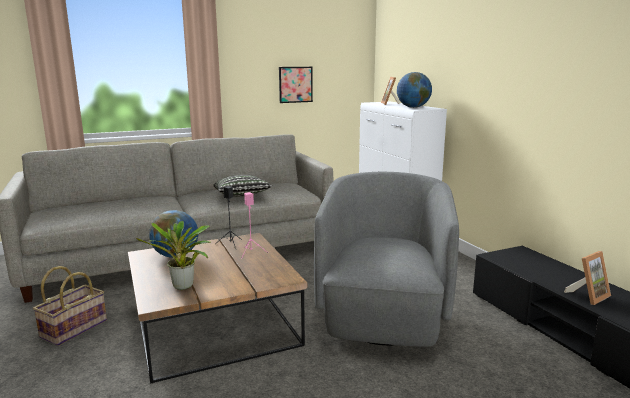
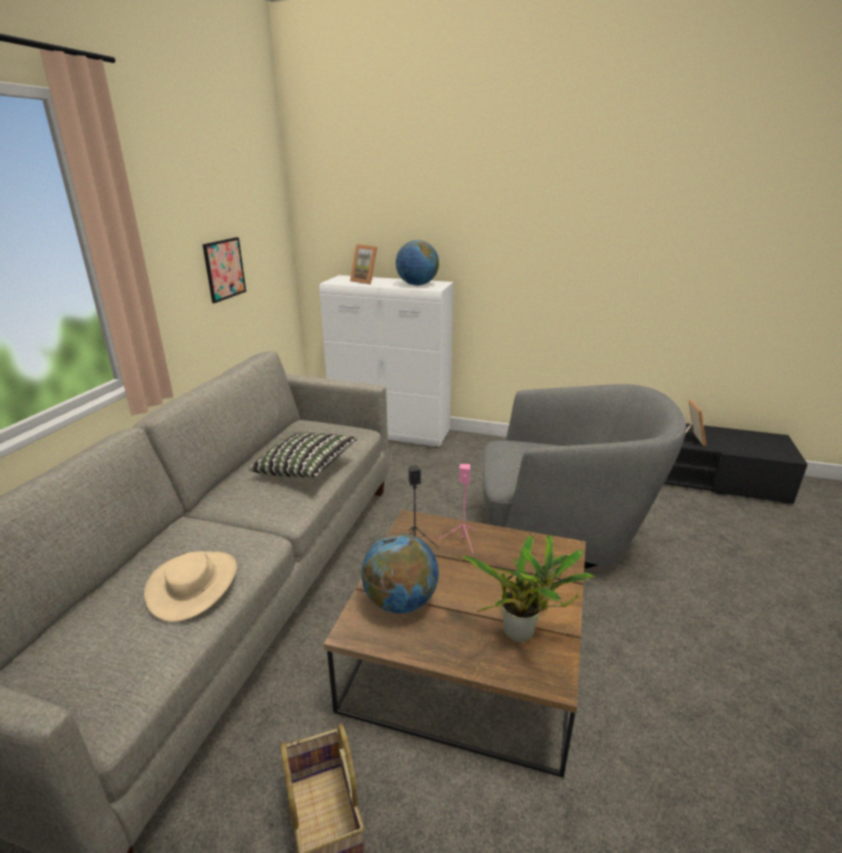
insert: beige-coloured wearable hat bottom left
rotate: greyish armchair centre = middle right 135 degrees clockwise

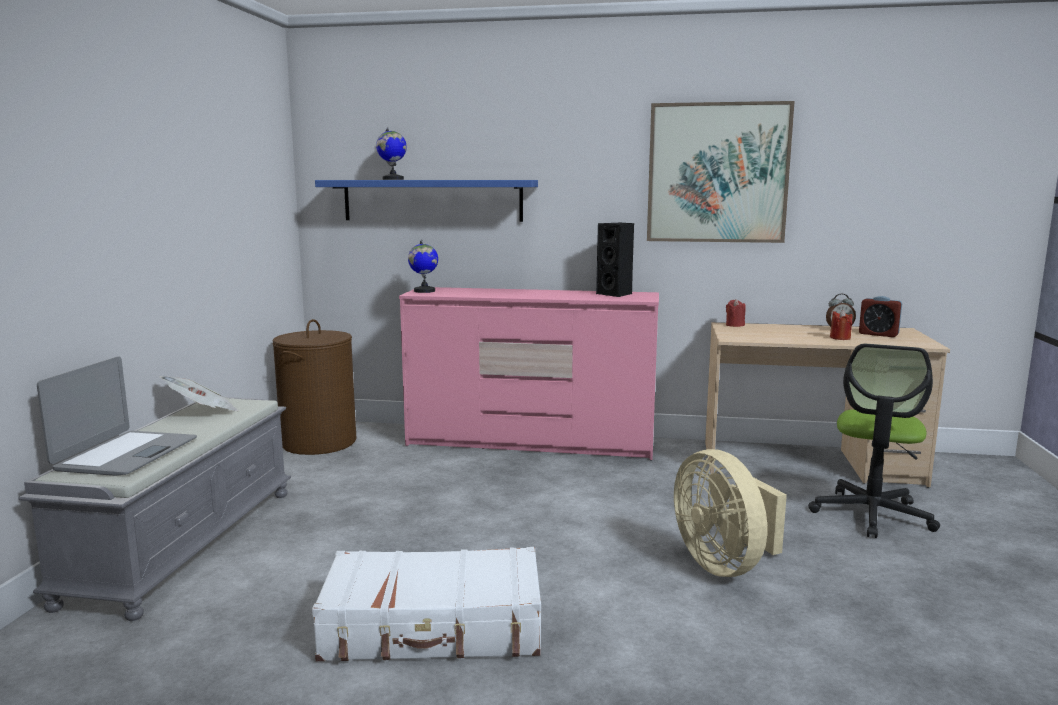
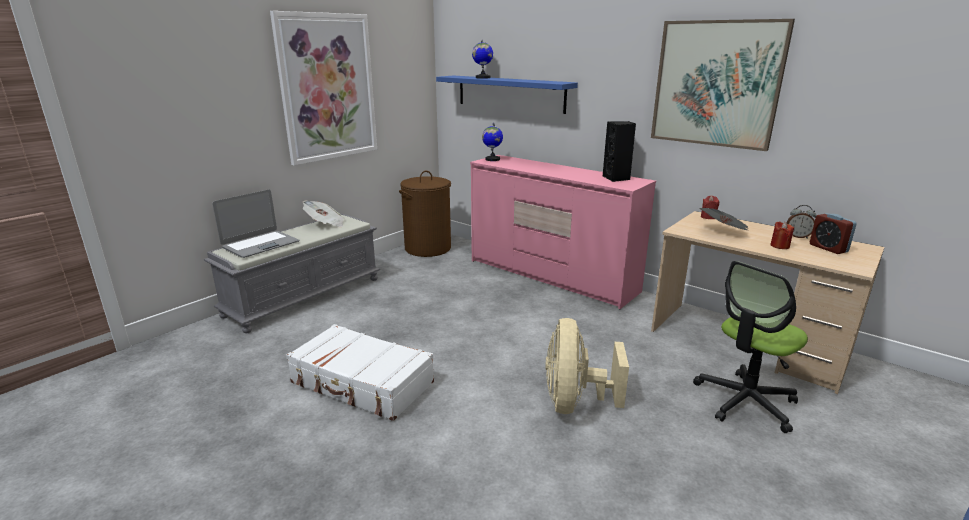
insert: wall picture (1st from left) top centre; newspaper (2nd from left) middle right

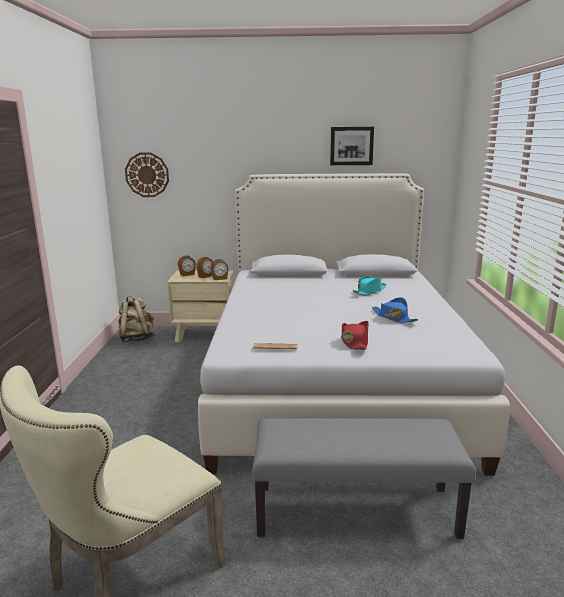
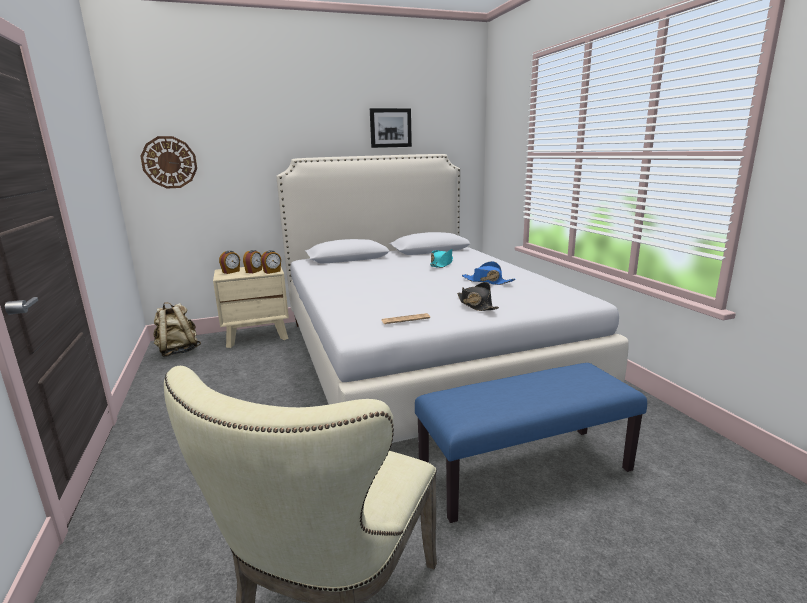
recolor: greyish long seat bottom centre to bluish long seat bottom centre; red-coloured wearable hat centre to blackish wearable hat centre

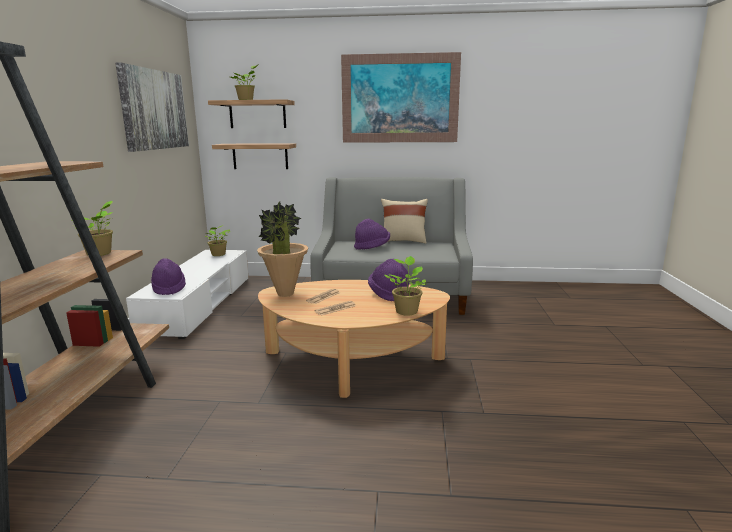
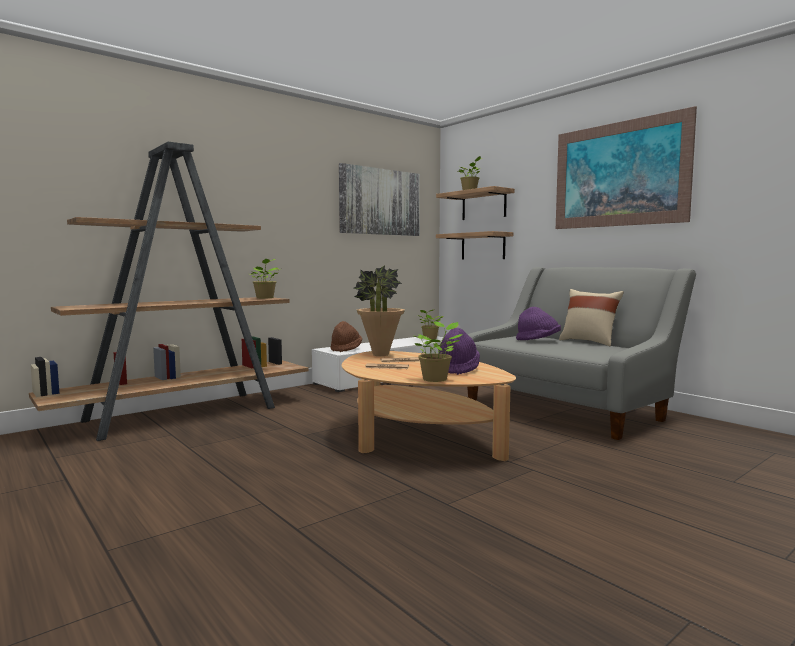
recolor: purple-coloured wearable hat (1st from left) middle left to brown wearable hat centre

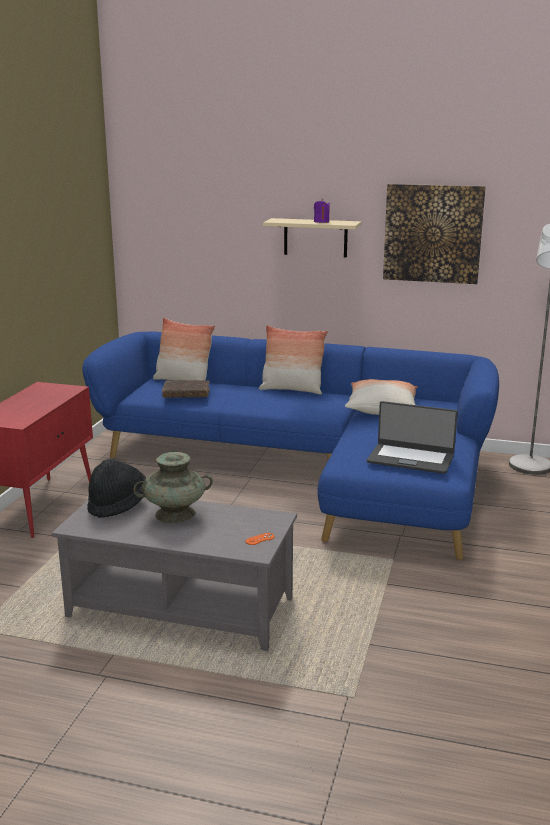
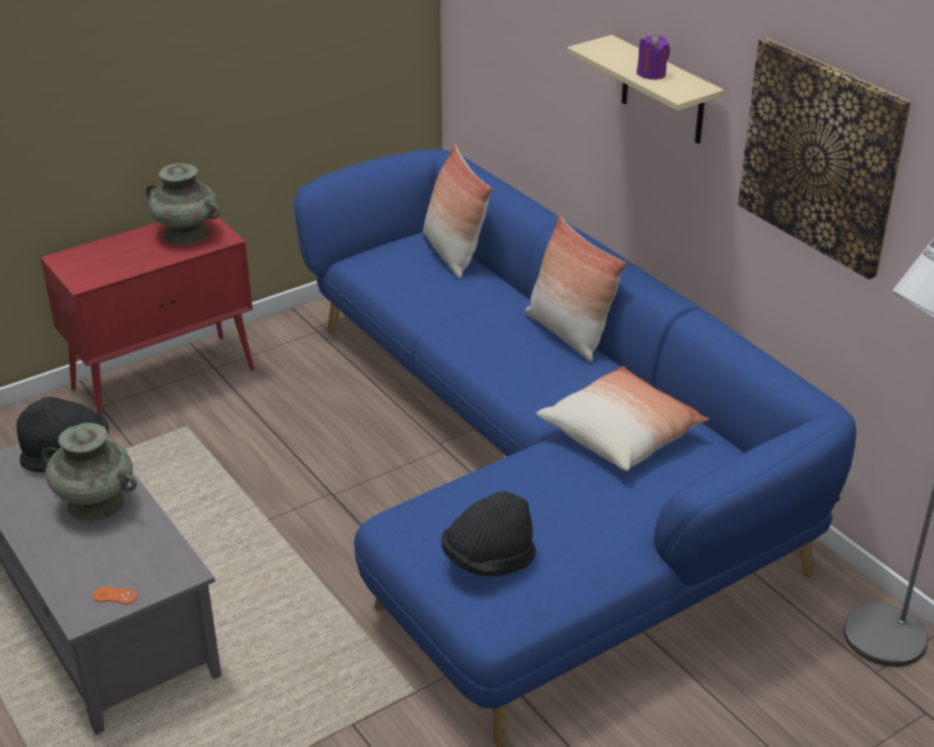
delete: brown book centre
insert: turquoise flower vase (2nd from left) top left
replace: laptop middle right to blackish wearable hat (2nd from left) bottom centre

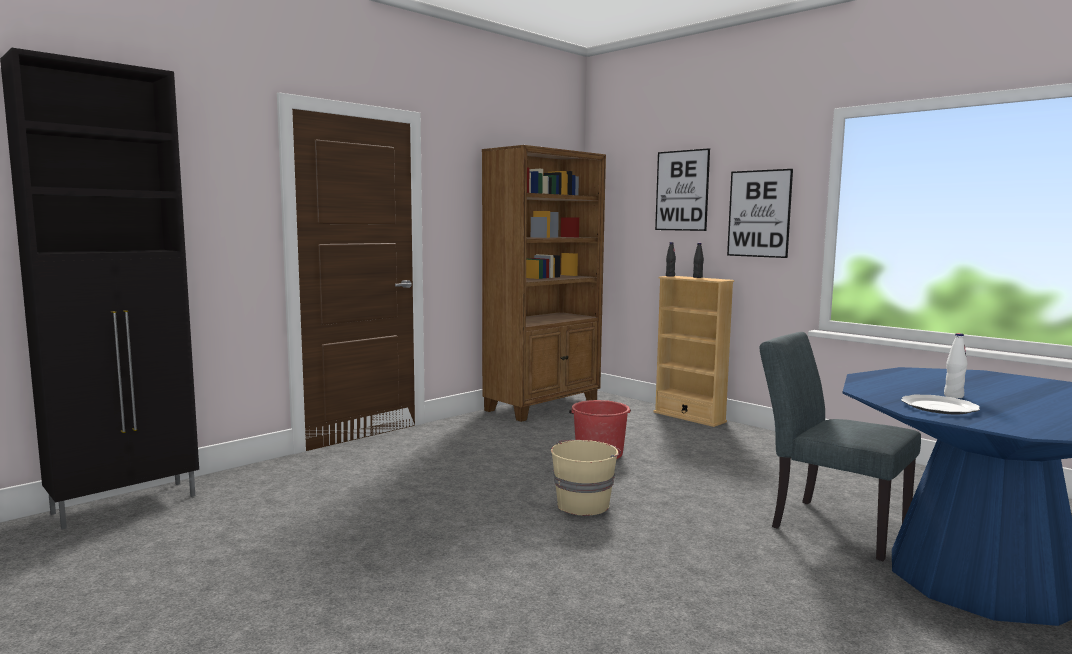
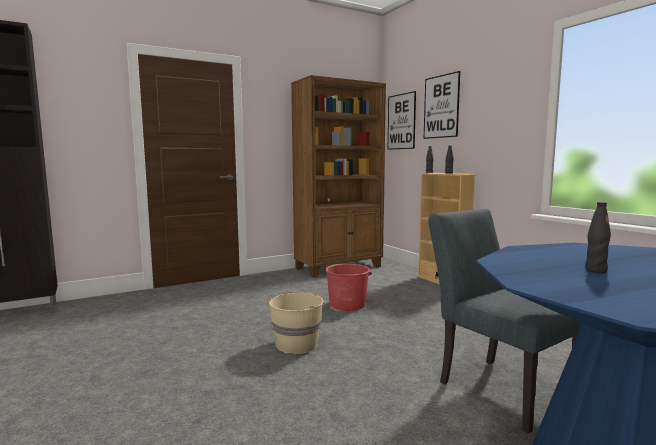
delete: plate middle right
move: wall picture (2nd from left in the first image) top right to wall picture (1st from left) top centre
recolor: whitish beverage bottle middle right to blackish beverage bottle (3rd from left) middle right

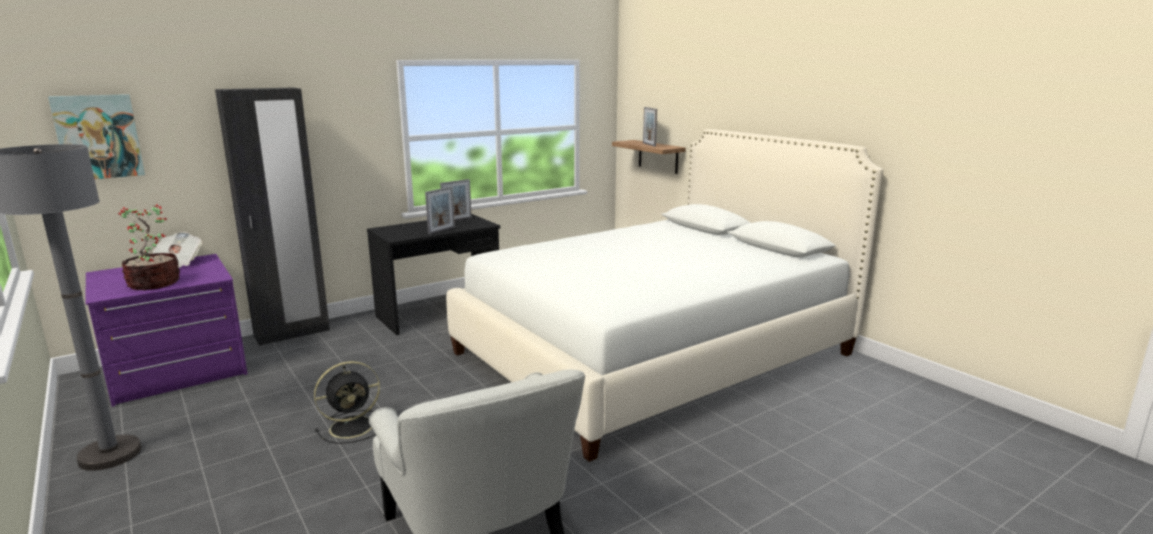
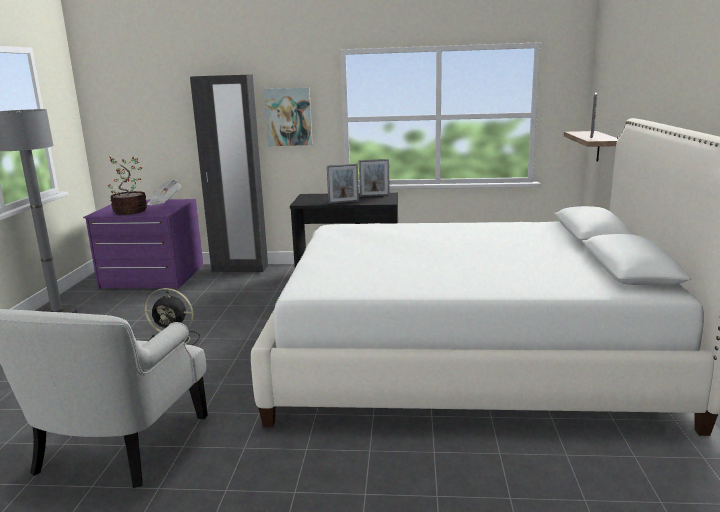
move: wall picture top left to top centre

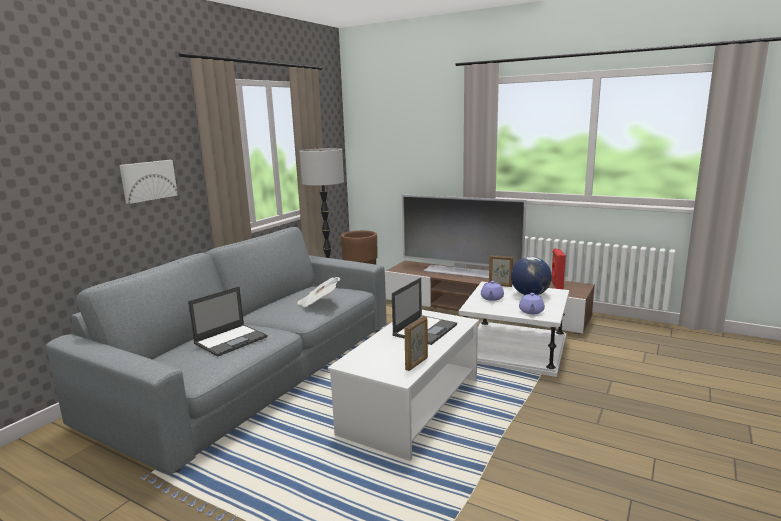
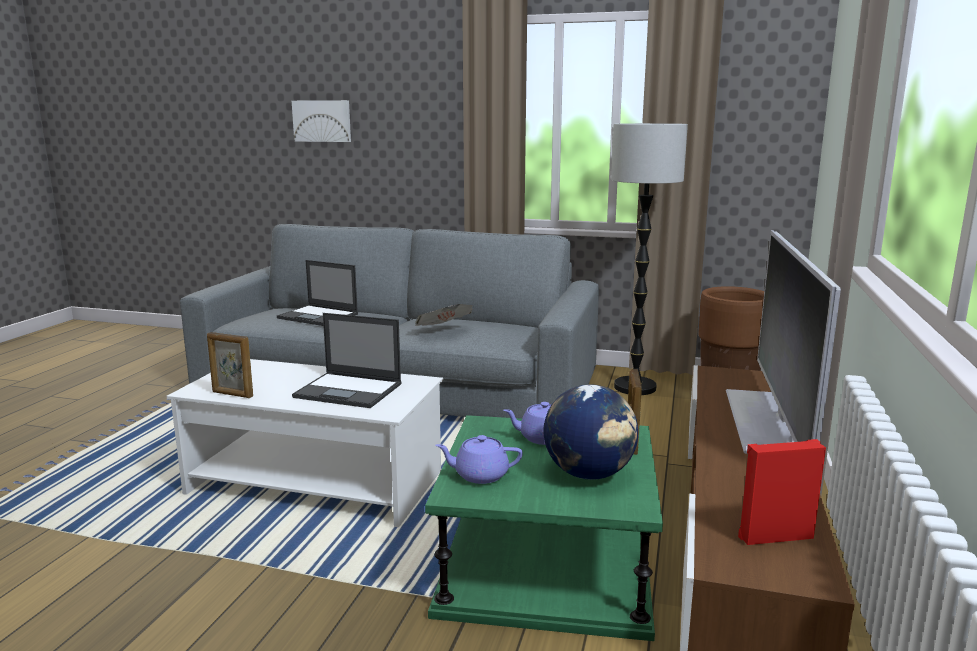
move: wall picture middle left to top left
recolor: whitish side table centre to green side table bottom centre

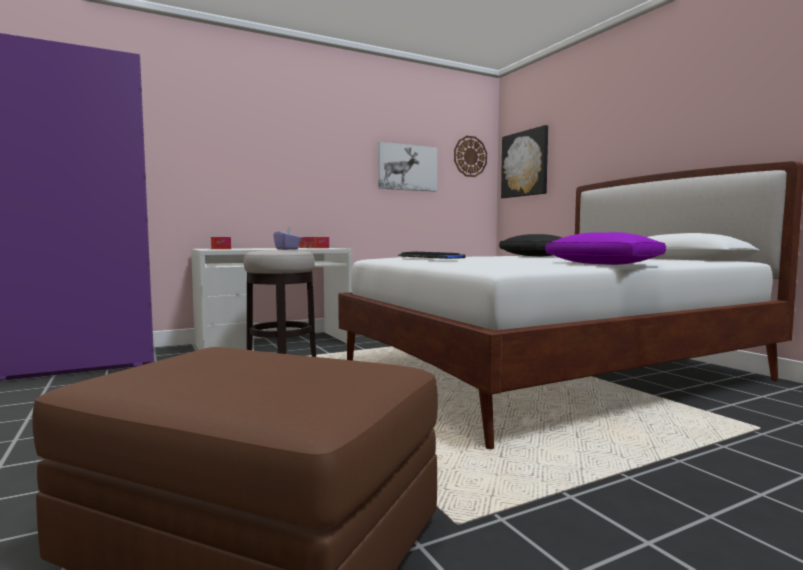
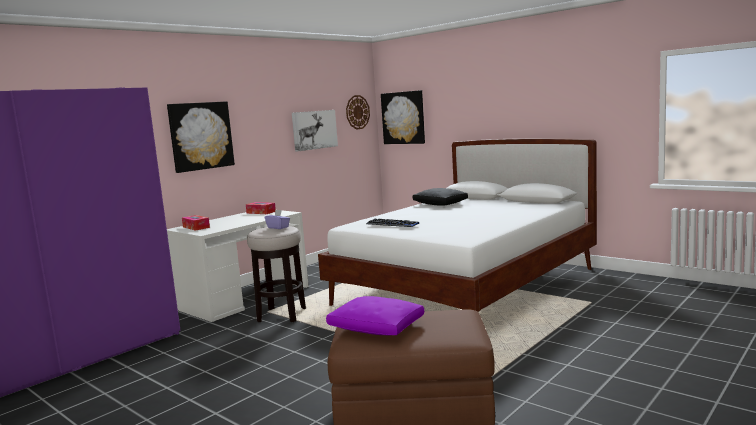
insert: wall picture (1st from left) top left
move: purple-coloured throw pillow middle right to bottom centre

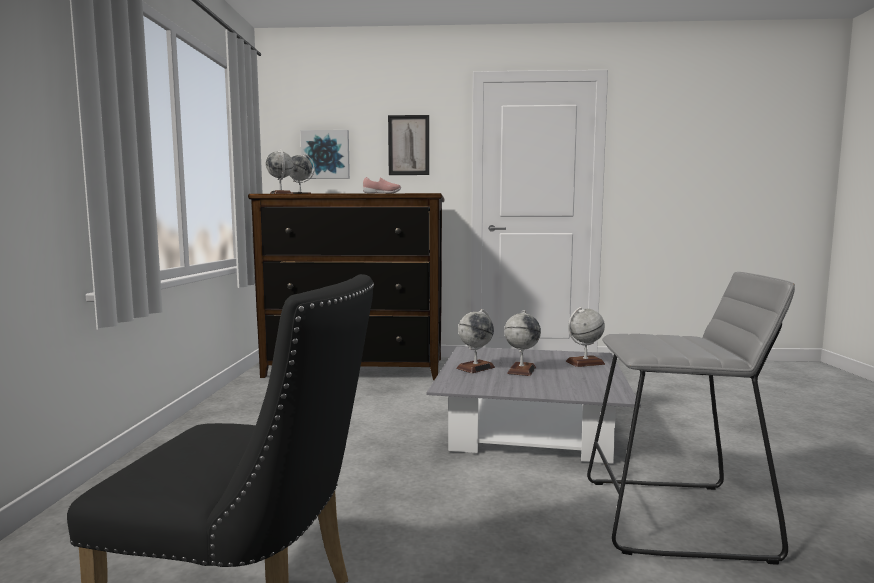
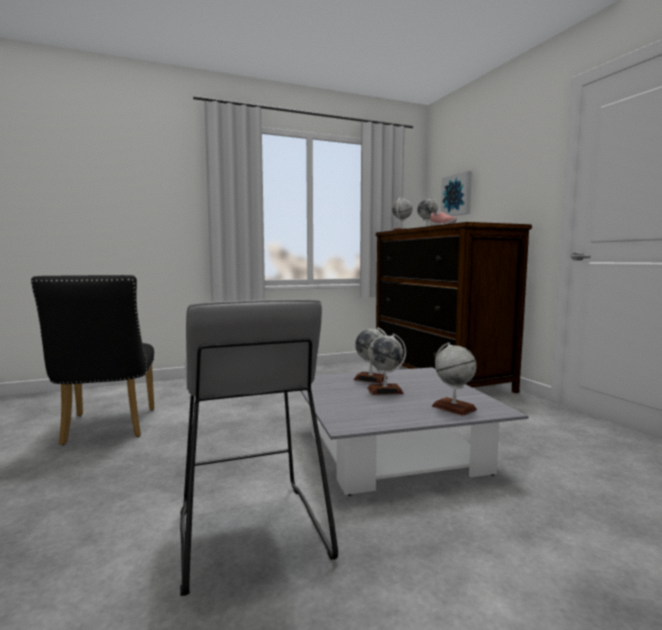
delete: wall picture (2nd from left) top centre

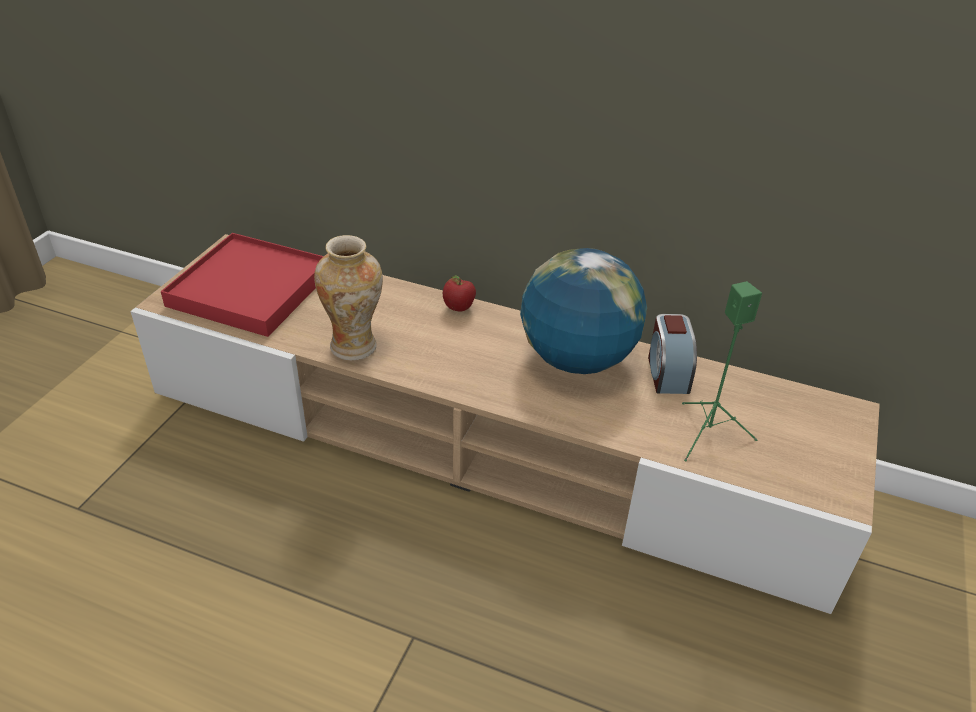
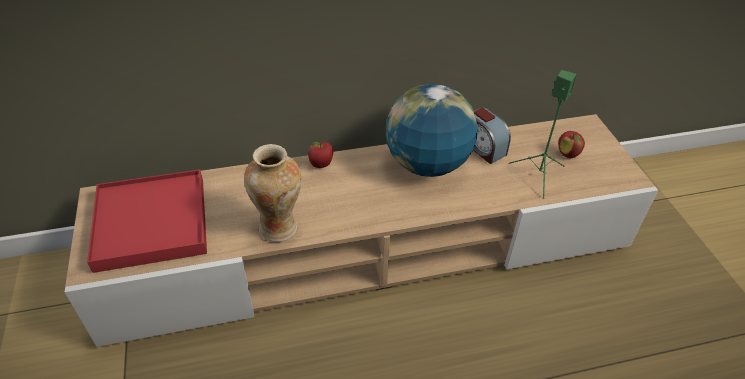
insert: whole apple (2nd from left) middle right

